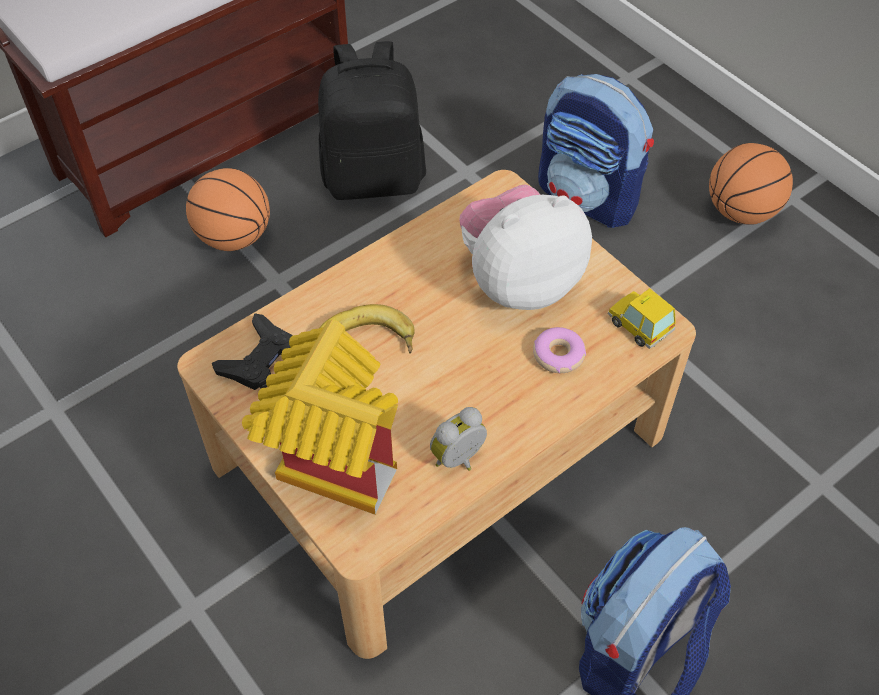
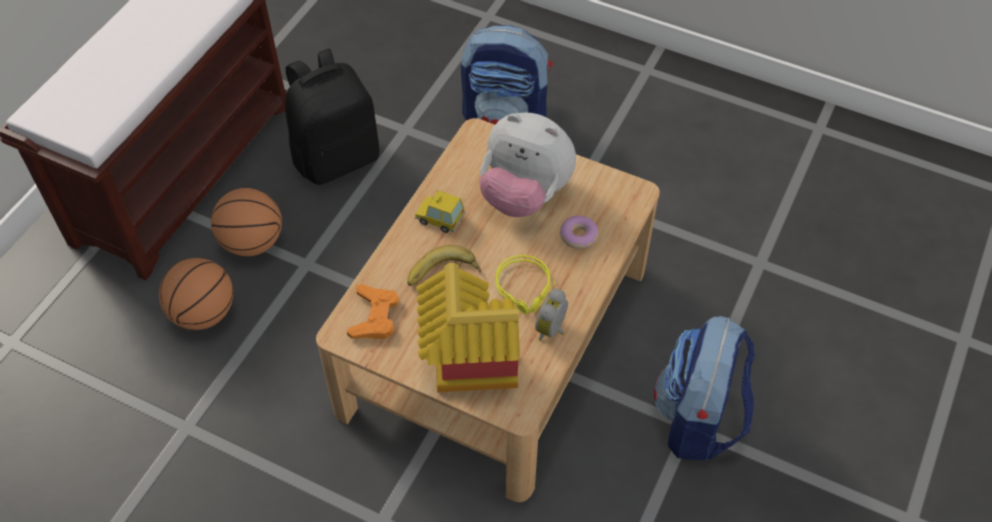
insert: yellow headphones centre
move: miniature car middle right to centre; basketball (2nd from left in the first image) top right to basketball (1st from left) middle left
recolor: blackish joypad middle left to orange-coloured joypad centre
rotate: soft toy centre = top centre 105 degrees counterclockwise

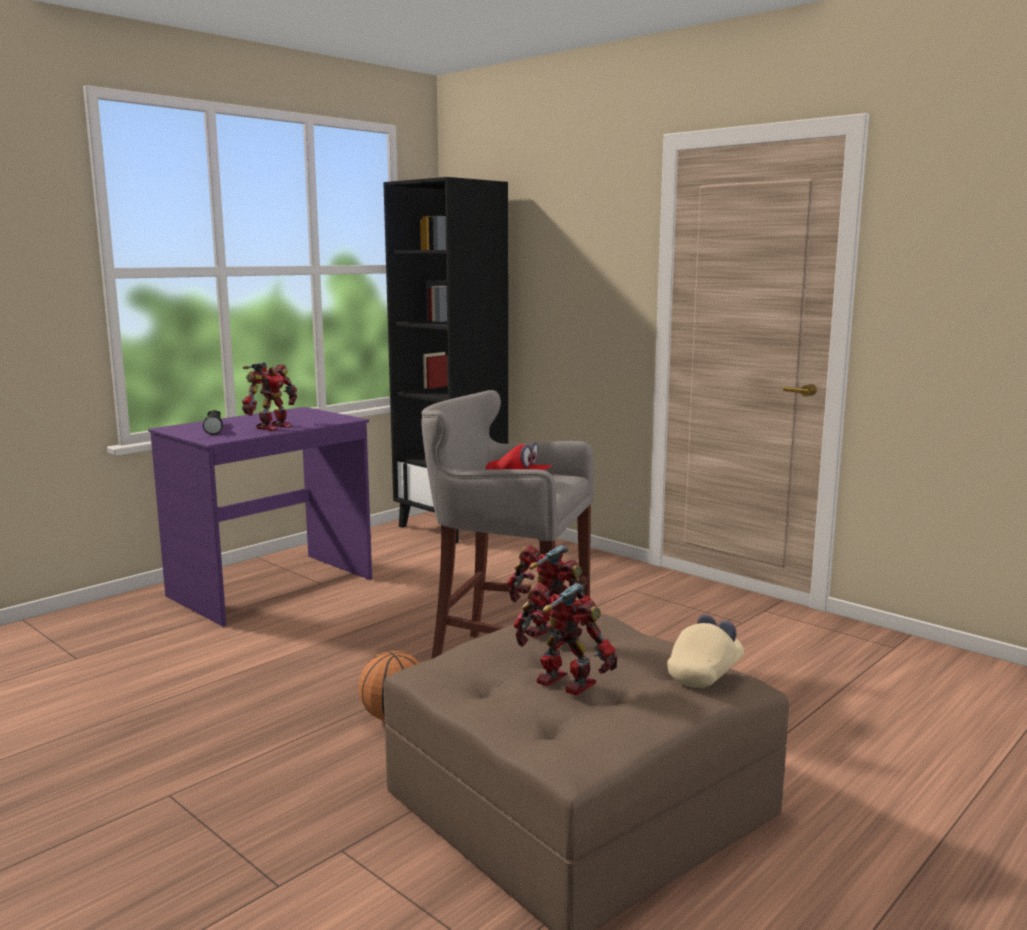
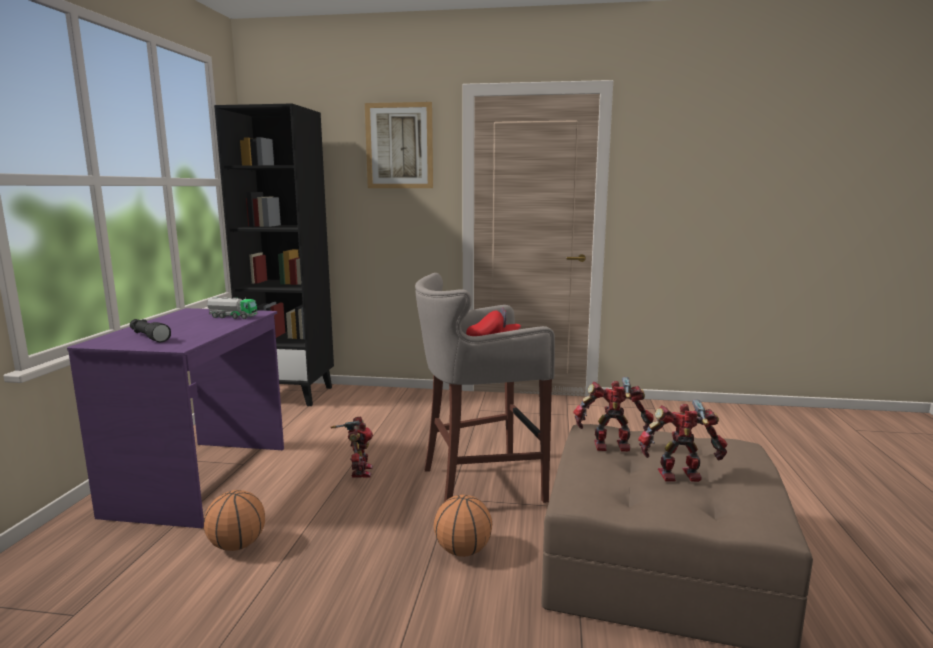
delete: beige-coloured baseball cap bottom right
insert: basketball (1st from left) bottom left; model truck middle left; wall picture top centre
move: model robot (1st from left) middle left to bottom centre

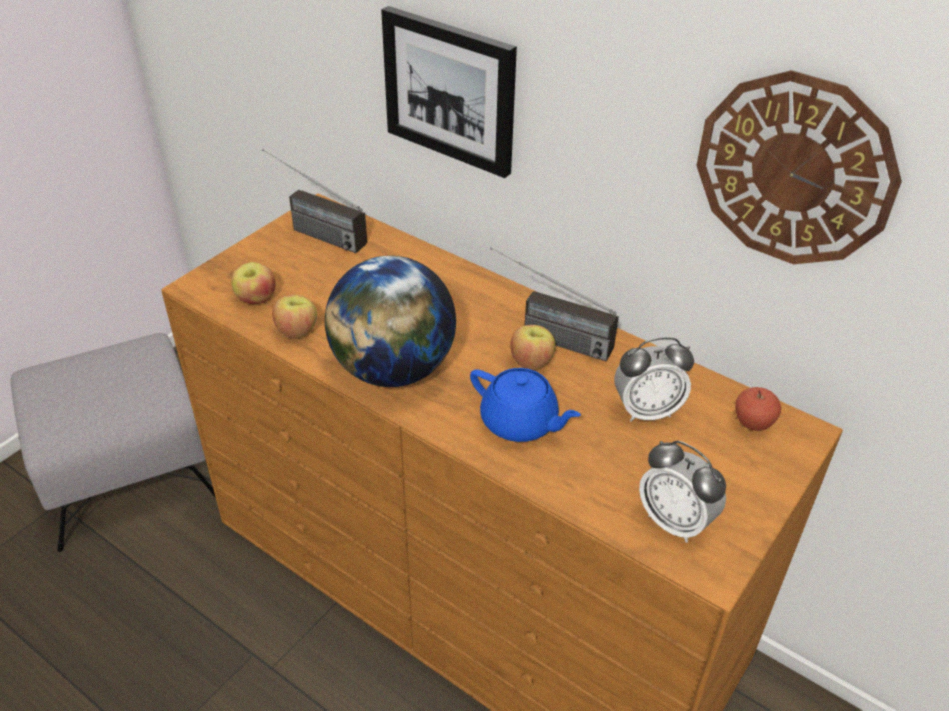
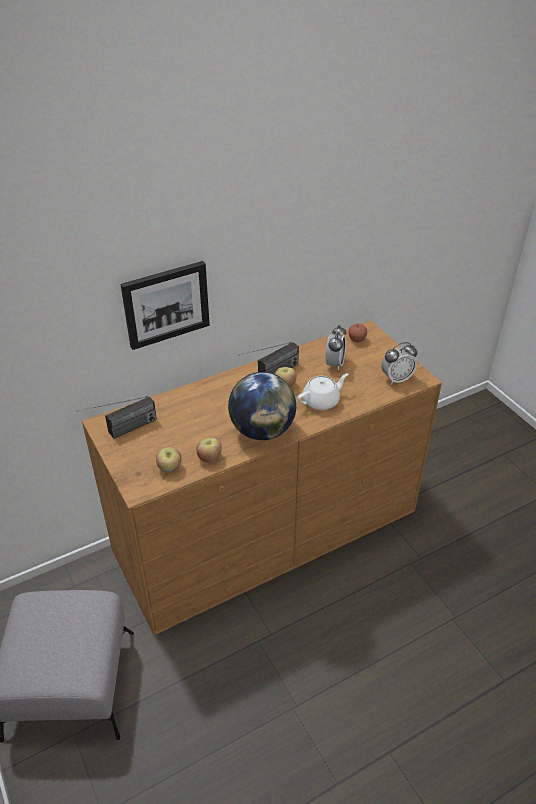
delete: clock on the wall top right
recolor: bluish pot for tea centre to whitish pot for tea centre

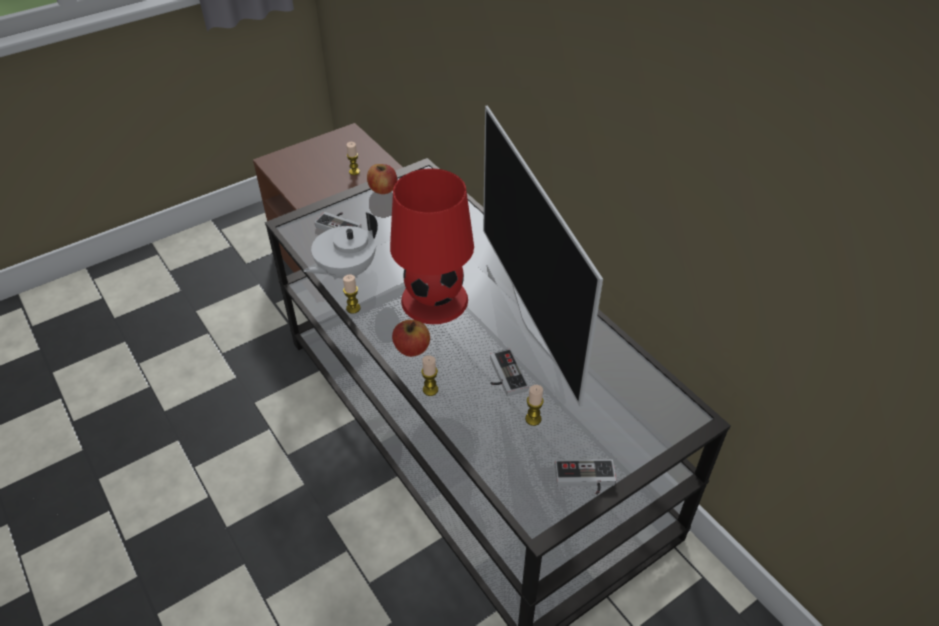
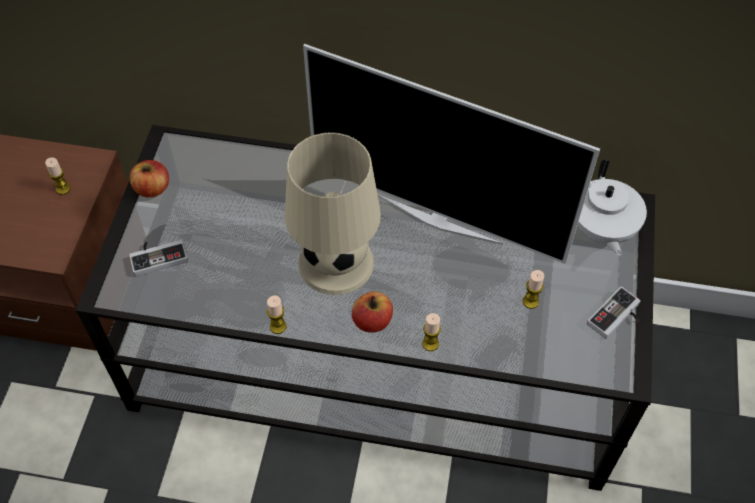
delete: joypad (2nd from left) centre
move: whitish pot for tea centre to middle right
recolor: red-coloured tabletop lamp centre to beige-coloured tabletop lamp centre

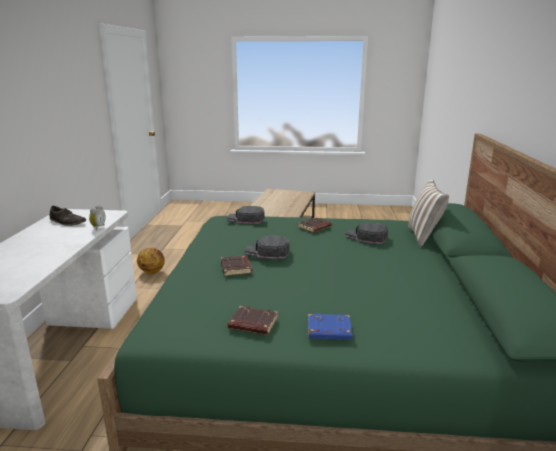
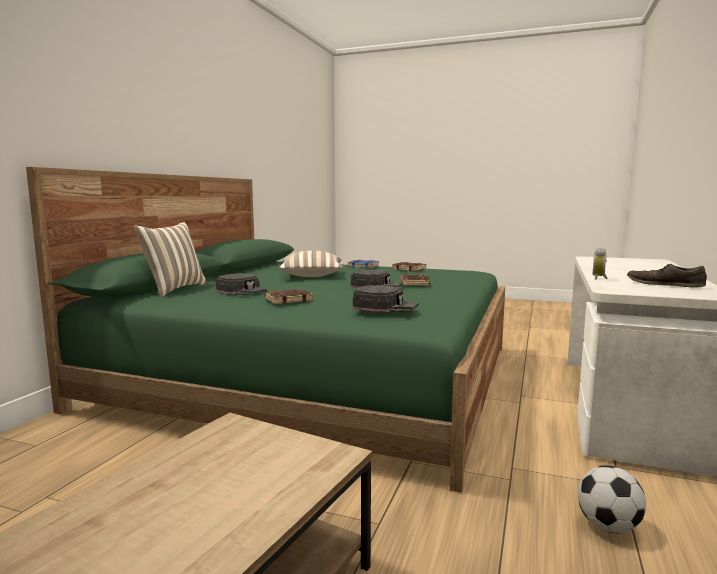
insert: throw pillow (2nd from left) centre
replace: basketball middle left to football ball bottom right

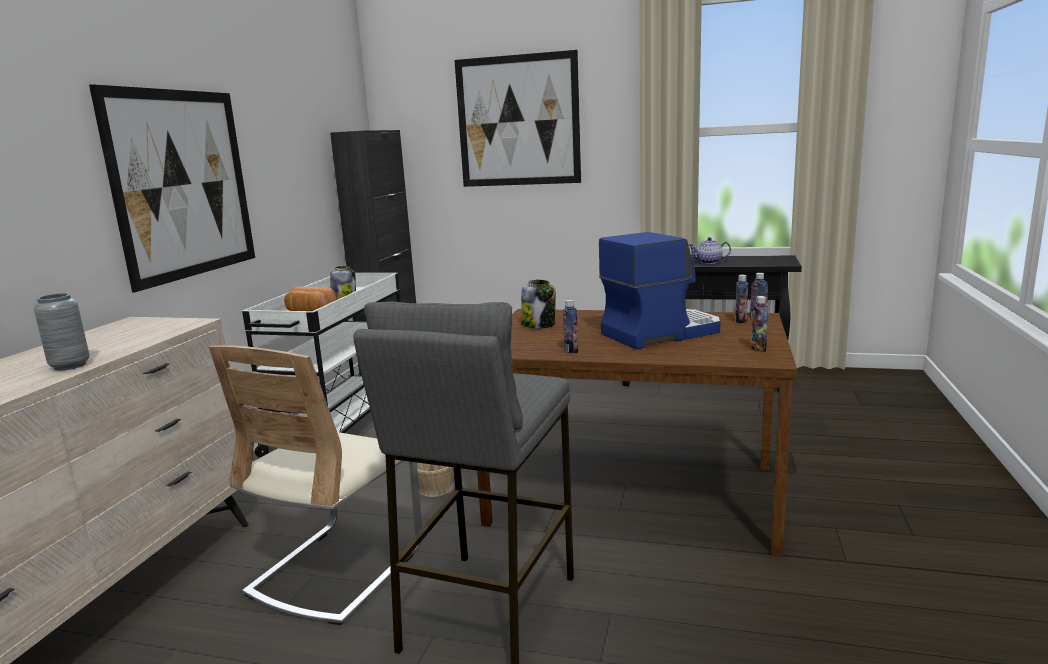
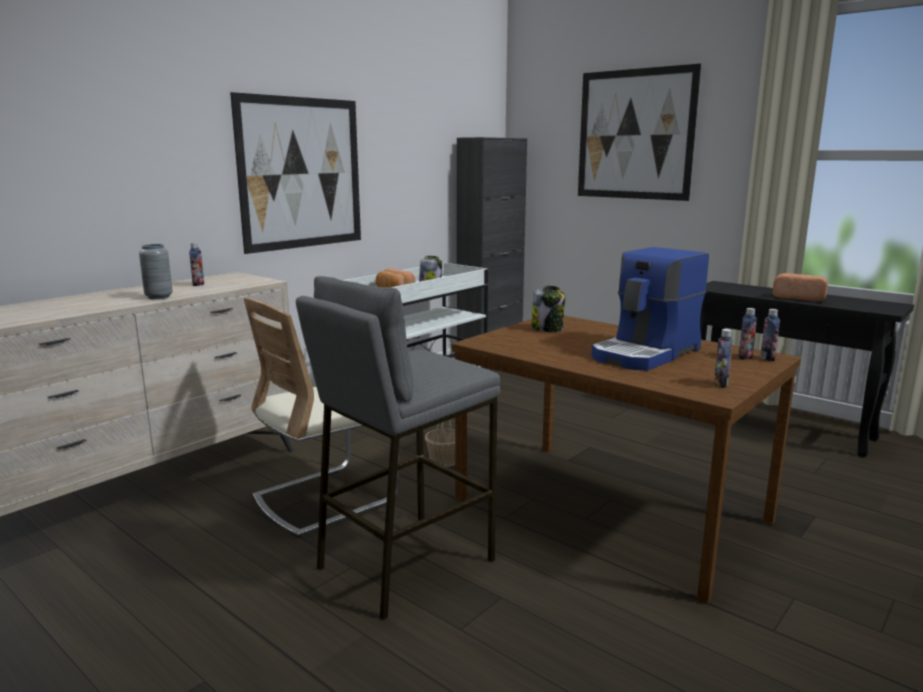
move: beverage bottle (1st from left) centre to middle left
replace: pot for tea middle right to bread (2nd from left) middle right
rotate: coffee machine centre = middle right 135 degrees clockwise

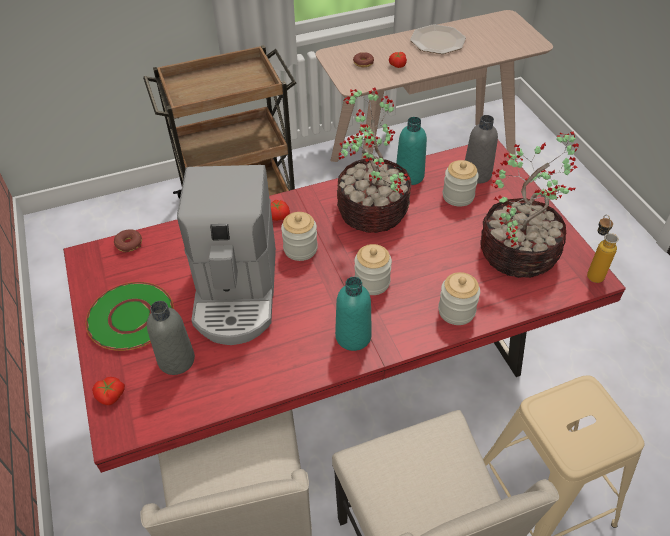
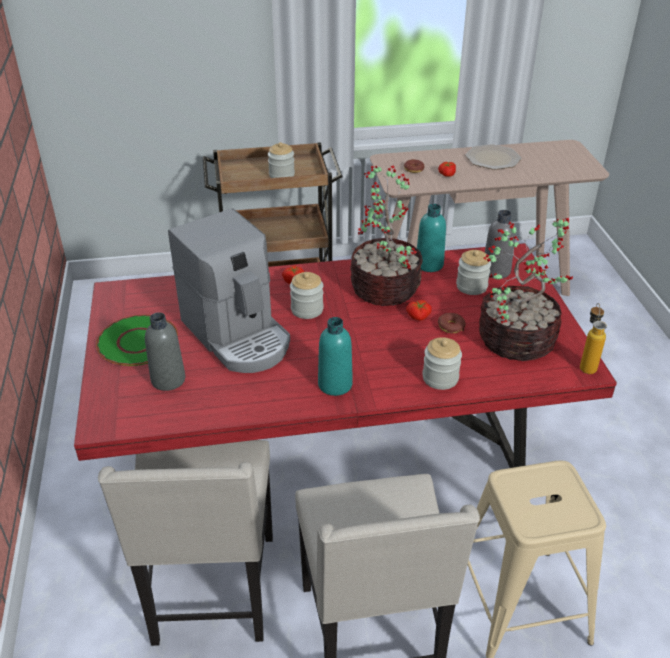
move: whole tomato (1st from left in the first image) bottom left to whole tomato (2nd from left) centre; doughnut (1st from left in the first image) middle left to doughnut (2nd from left) middle right; storage jar (2nd from left in the first image) centre to storage jar (1st from left) top centre
rotate: coffee machine centre = centre 45 degrees counterclockwise

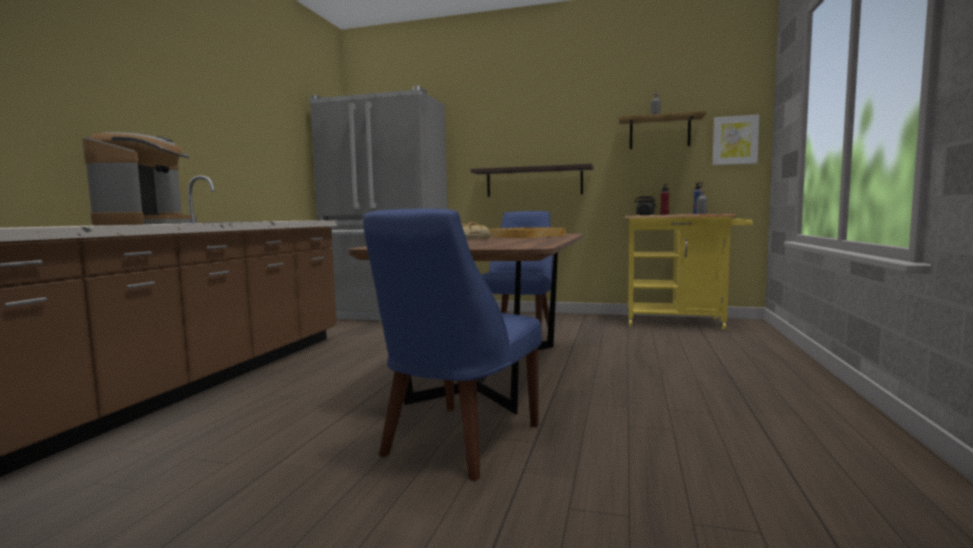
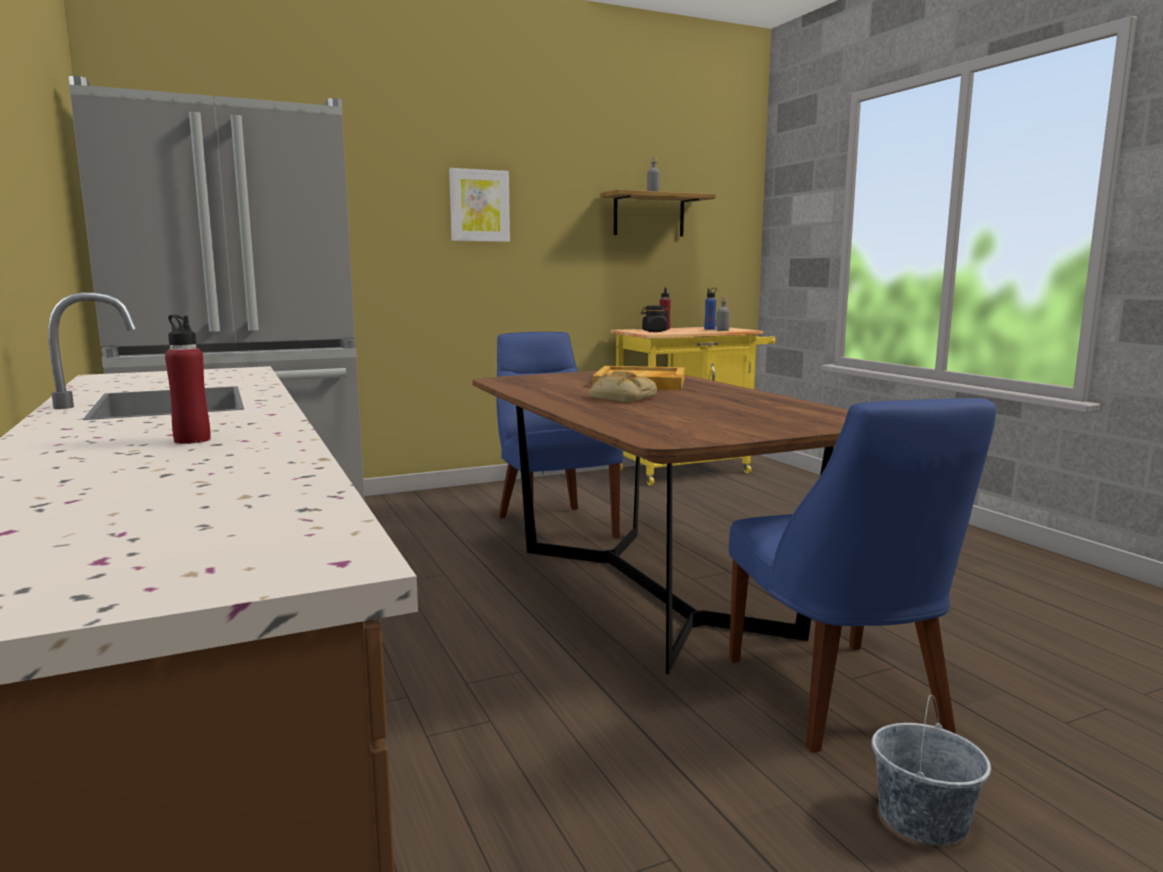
delete: bracket shelf (1st from left) top centre
insert: greyish pail bottom right
move: wall picture top right to top centre
replace: coffee machine top left to red-coloured beverage bottle (1st from left) middle left

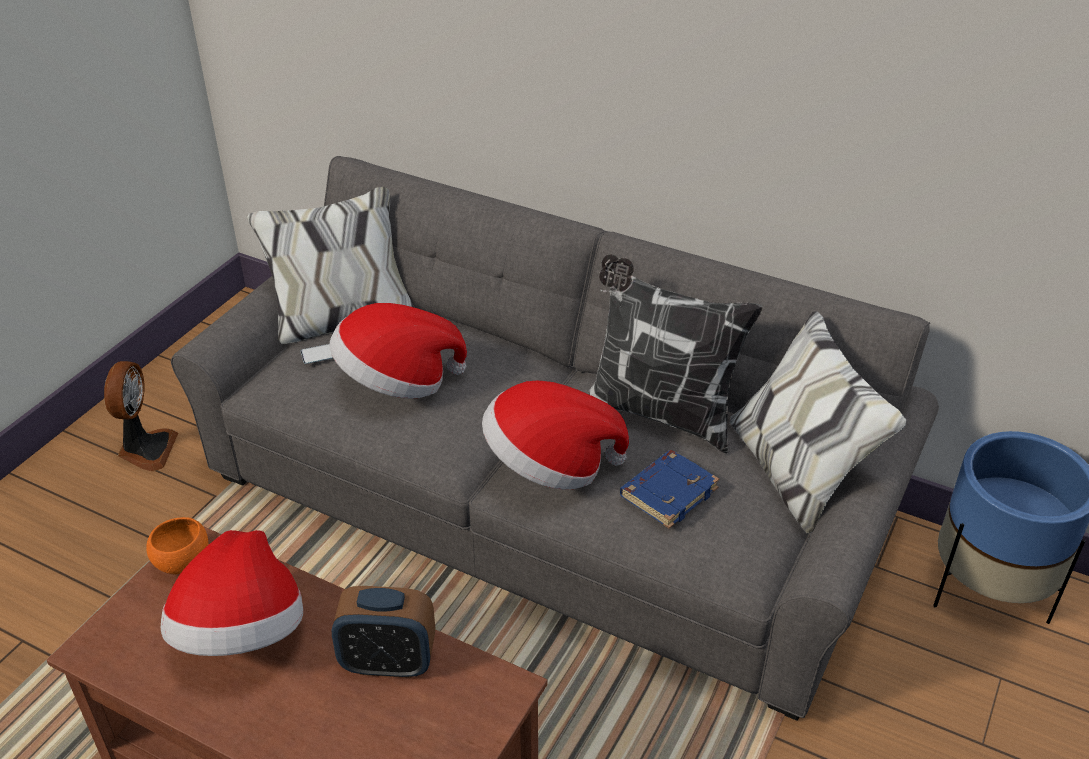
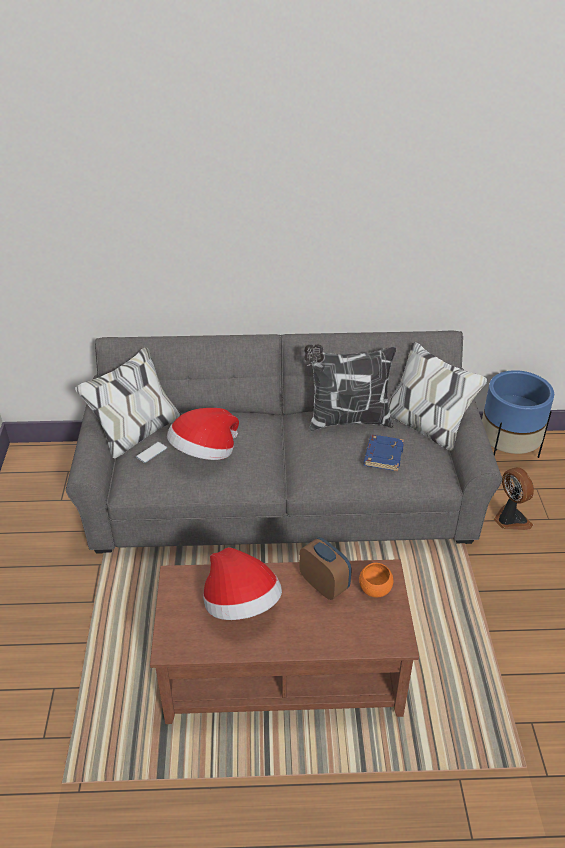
delete: wearable hat (3rd from left) centre
move: electric fan middle left to middle right; orange-coloured deep dish bottom left to bottom centre
rotate: bedside clock bottom centre = bottom centre 105 degrees counterclockwise

